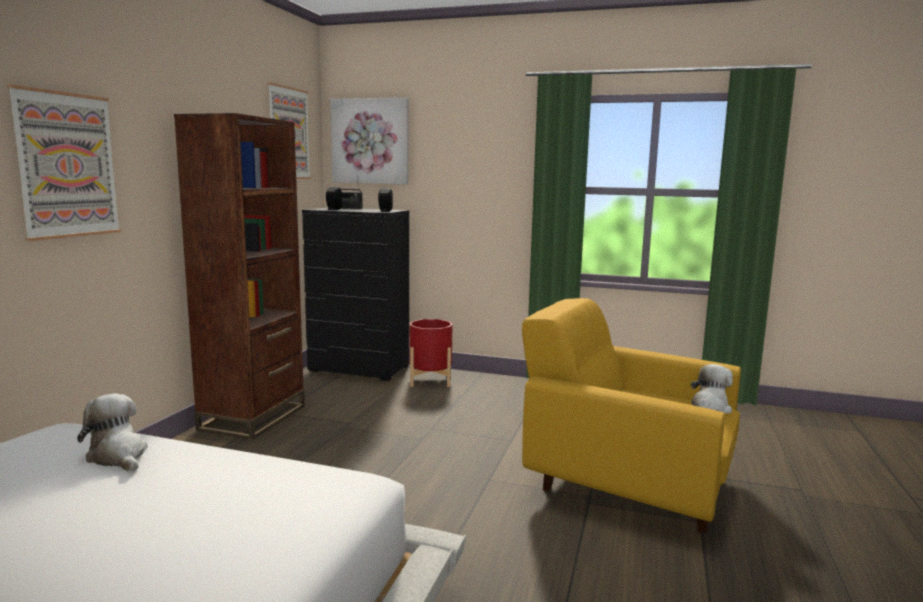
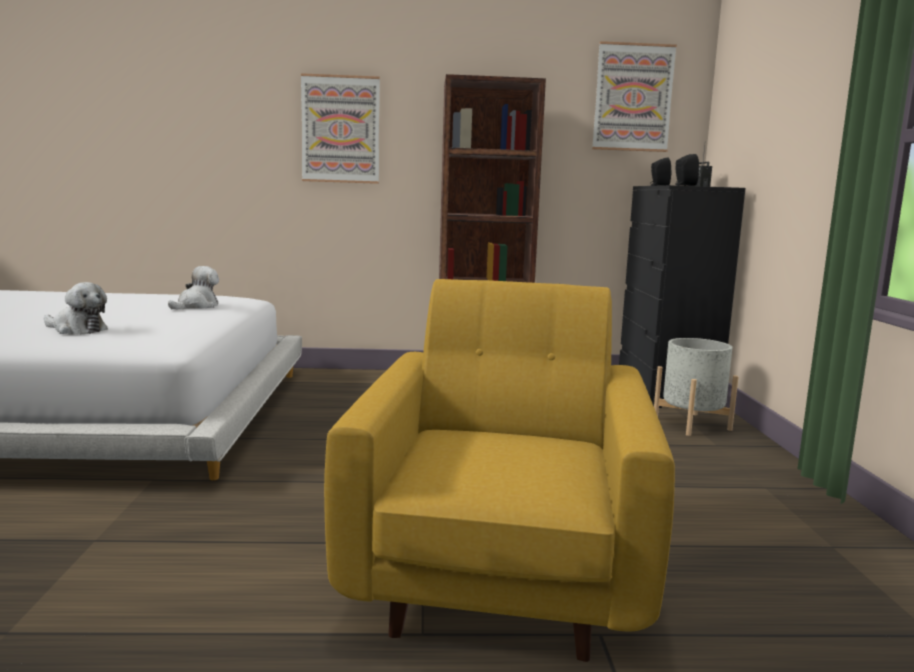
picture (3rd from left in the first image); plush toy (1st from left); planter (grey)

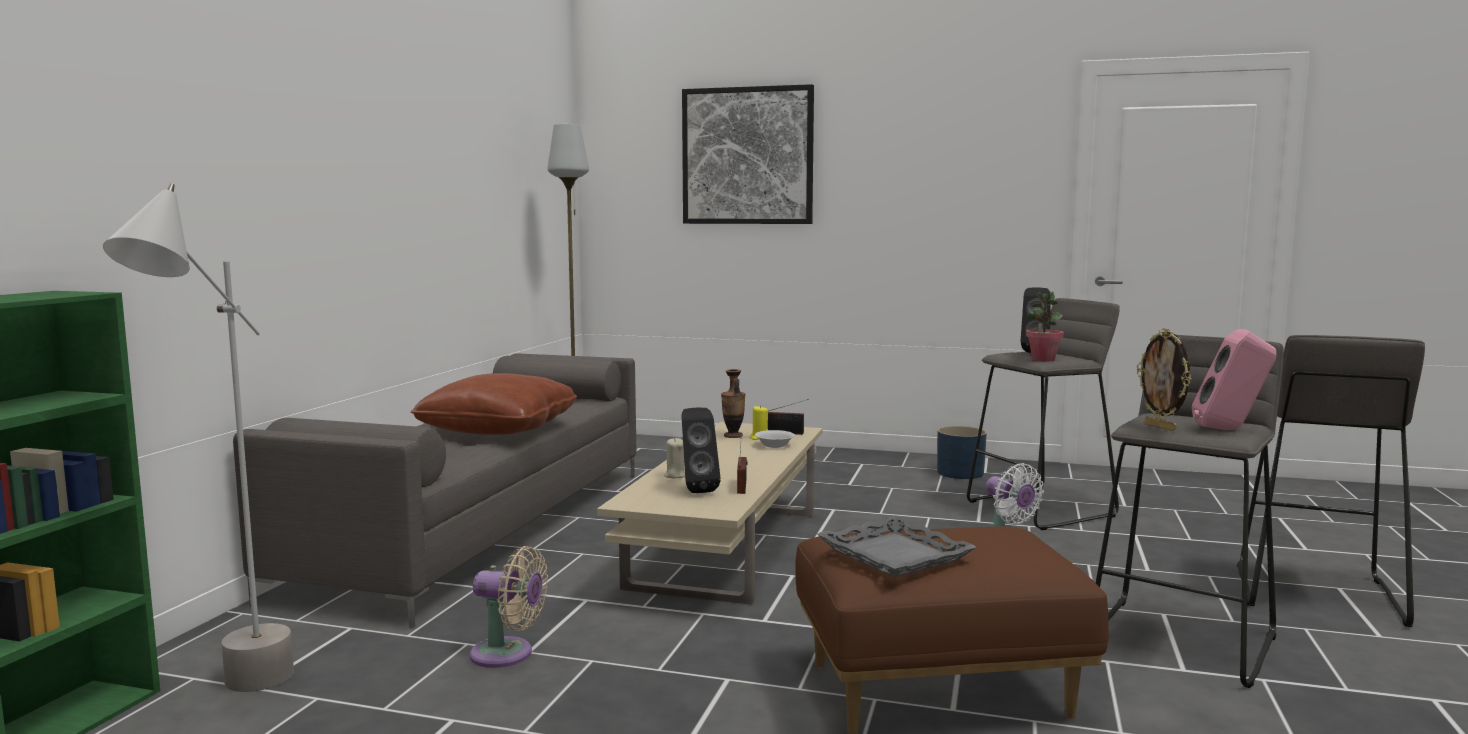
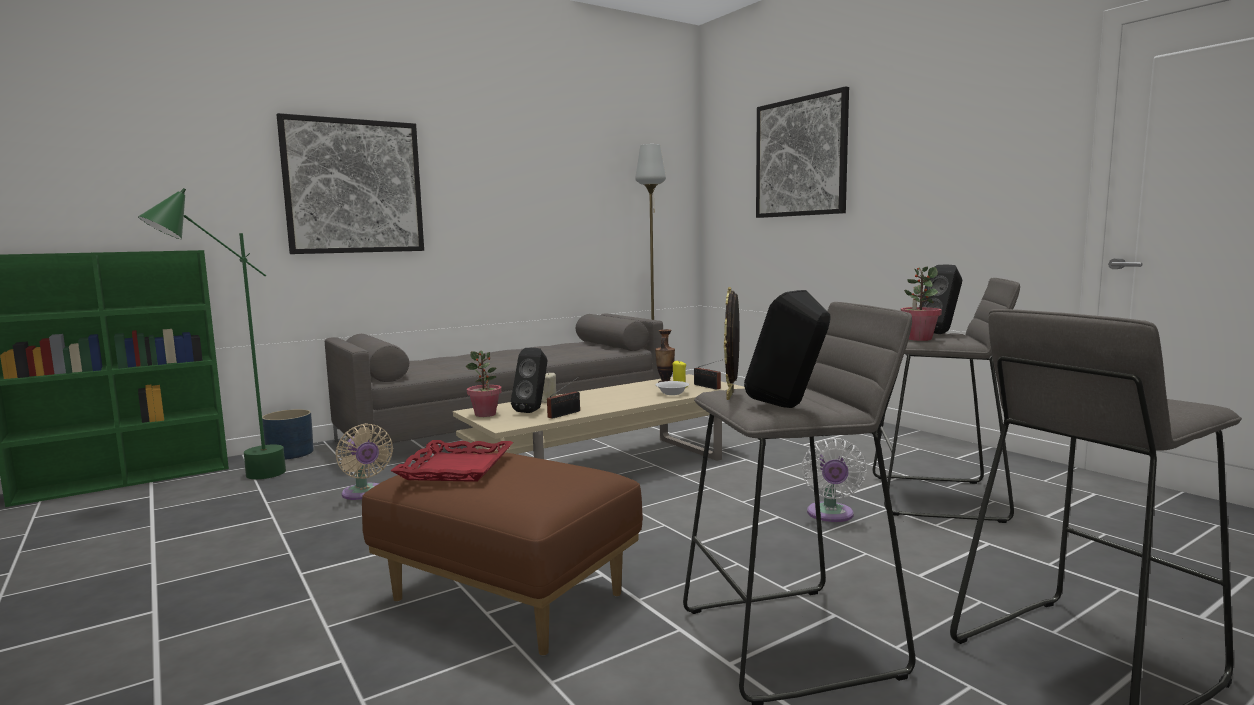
pillow (brown); picture (1st from left); potted plant (1st from left); planter (blue); floor lamp (green); tray (red); speaker (black) (2nd from left)

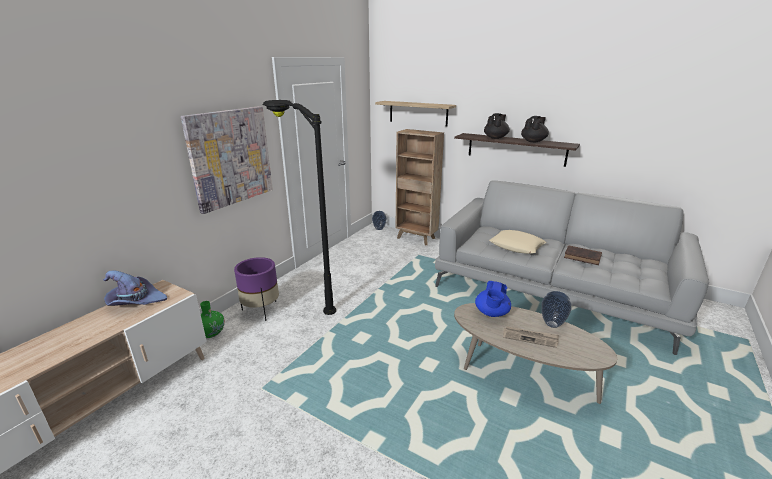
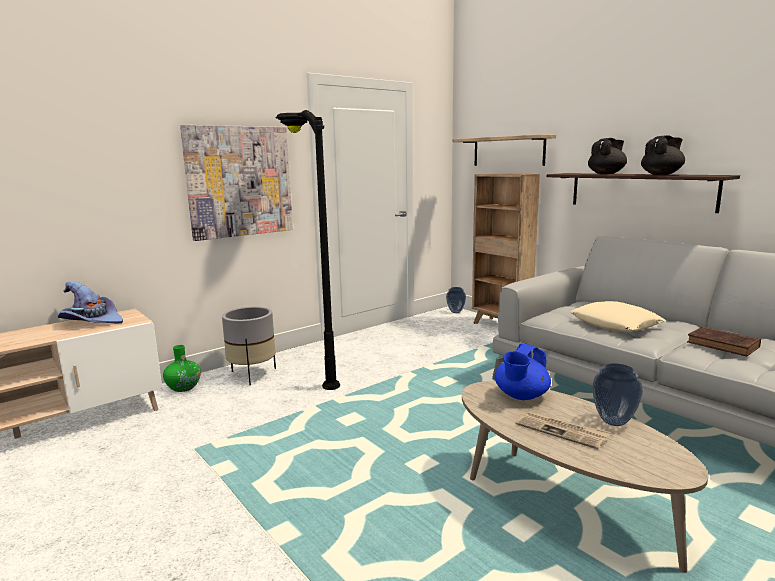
planter (grey)

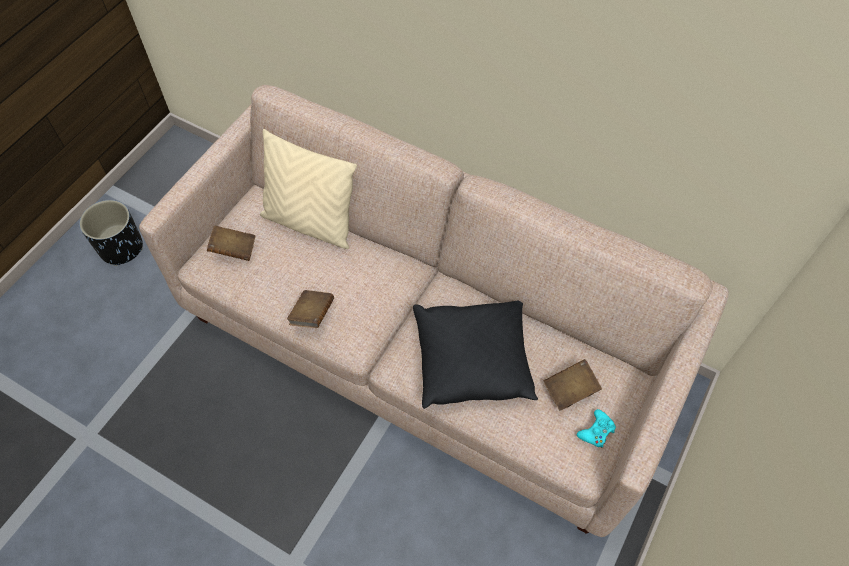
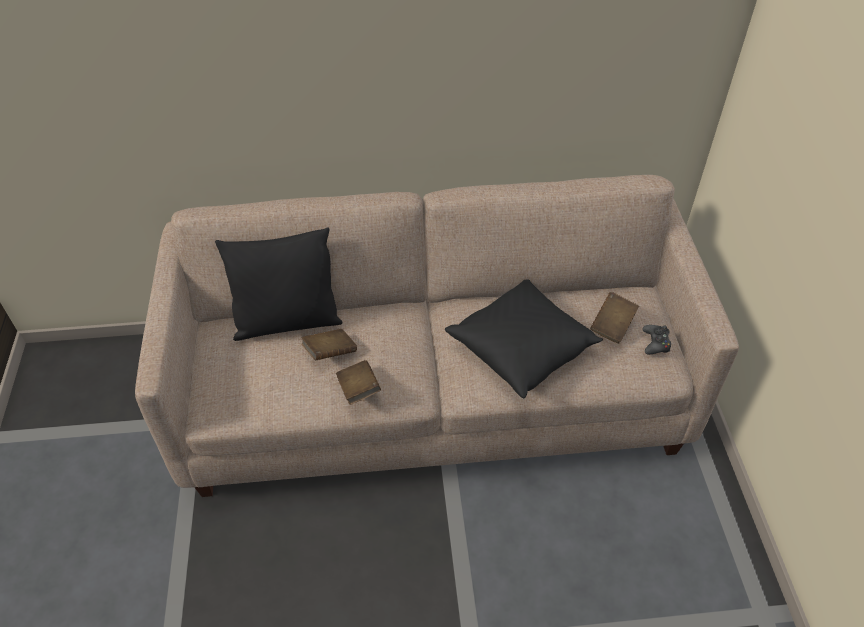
planter (black); book (brown) (1st from left); pillow (black) (1st from left); game controller (black)

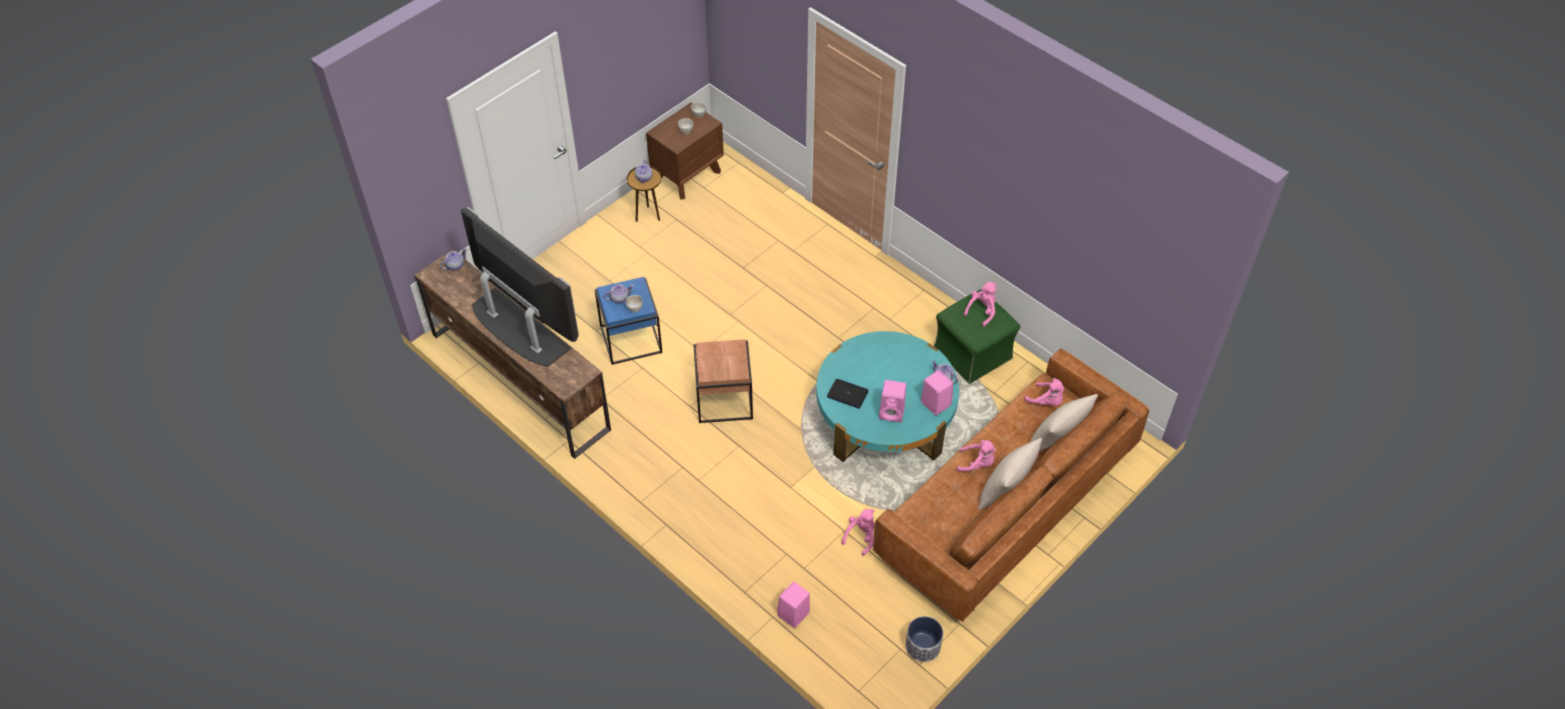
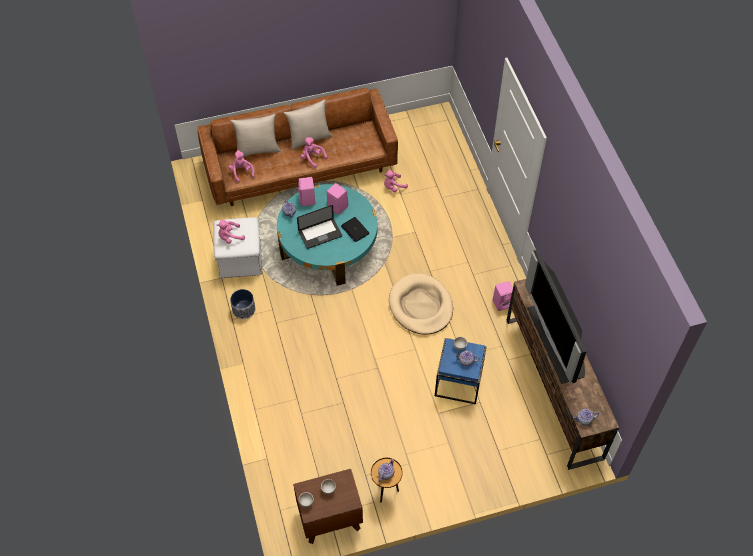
laptop (1st from left); speaker (pink) (3rd from left); planter; dog bed (beige); ottoman (white)

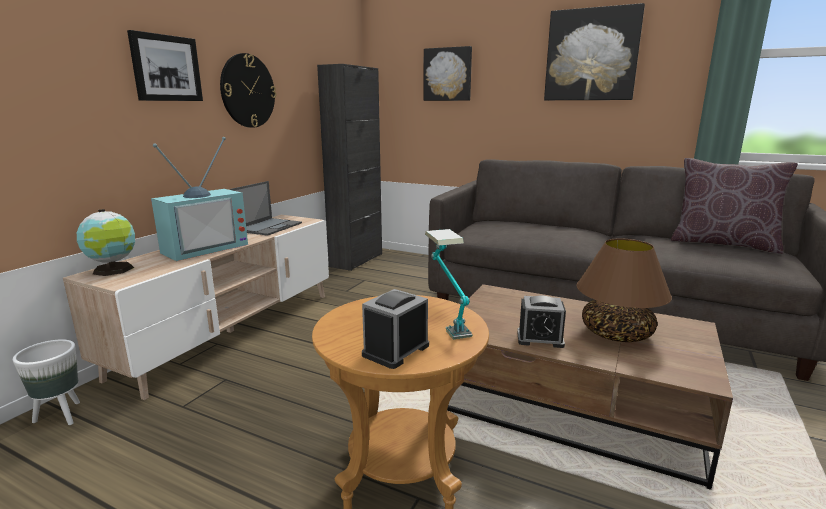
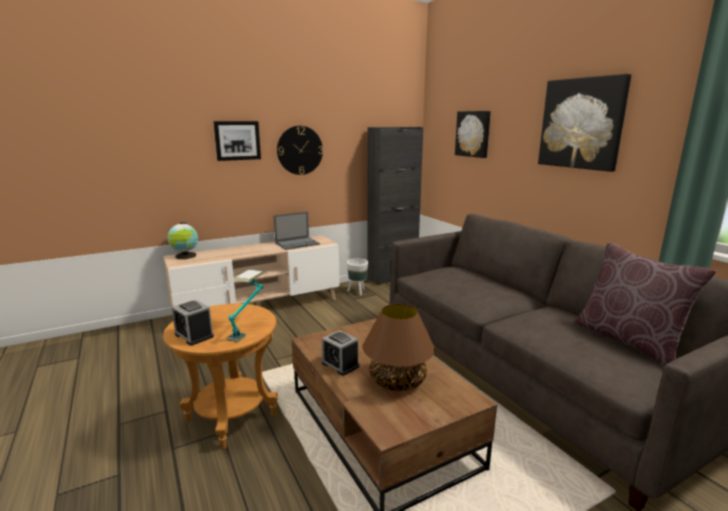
television; planter (white); alarm clock (1st from left)

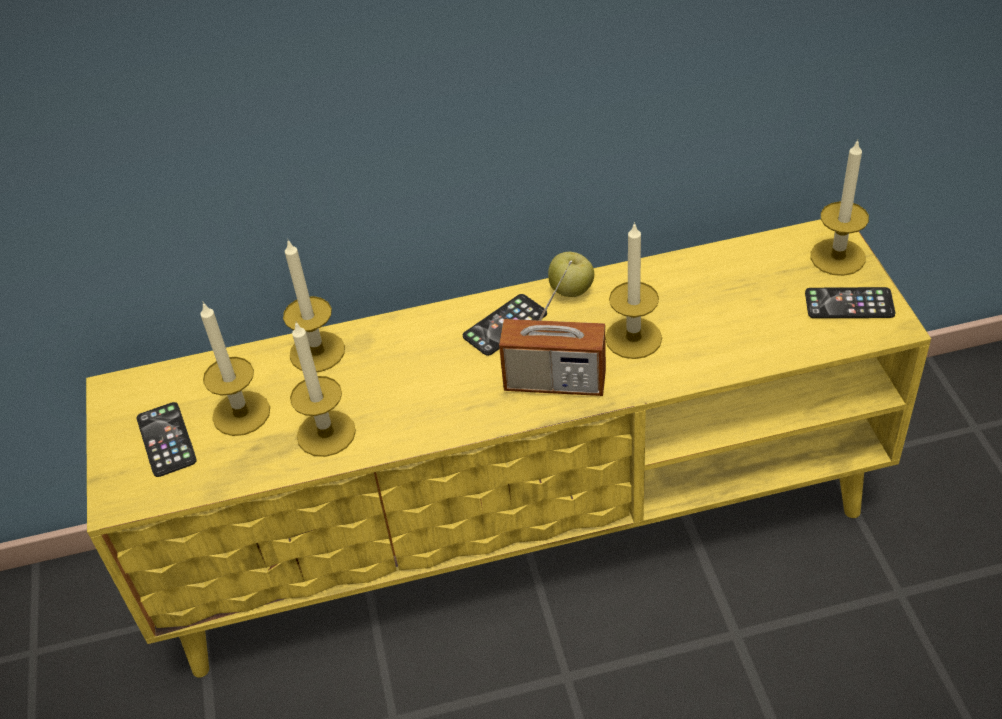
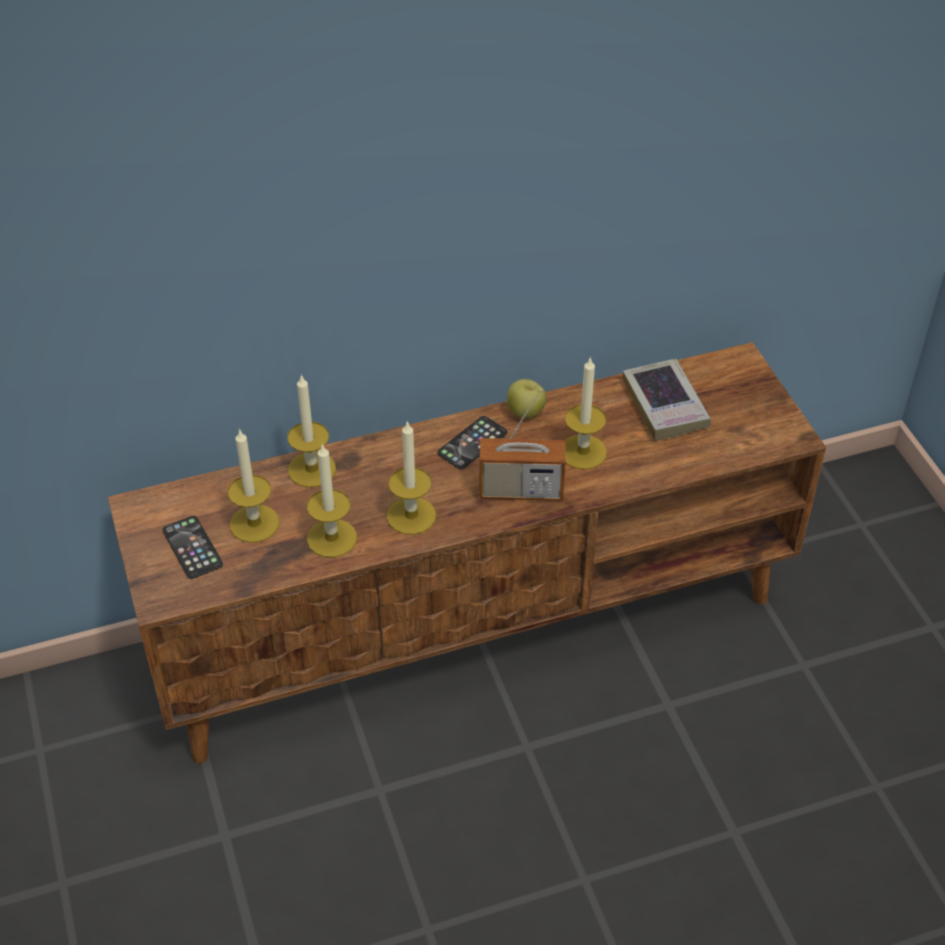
phone (3rd from left in the first image); book; candle (4th from left); tv stand (brown)

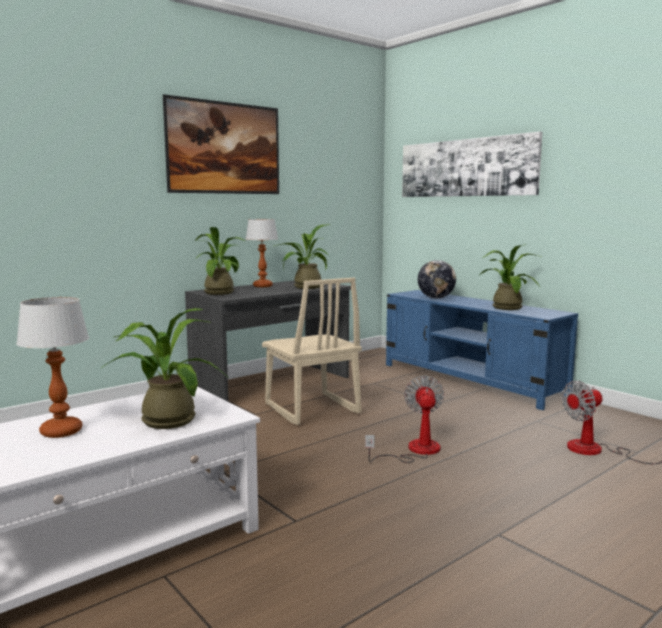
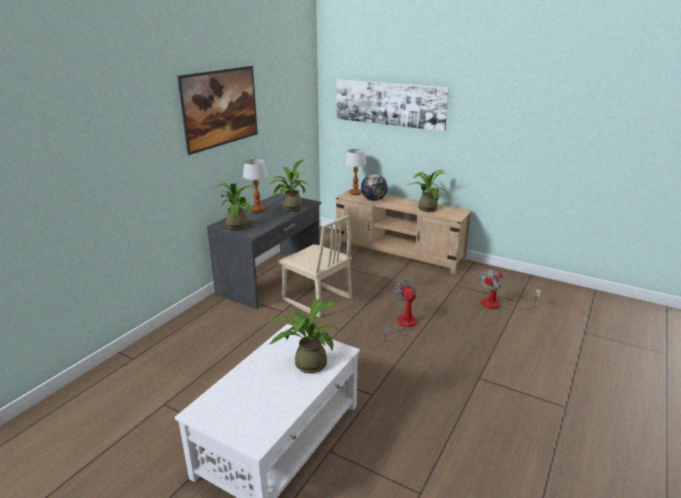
table lamp (2nd from left); tv stand (beige)

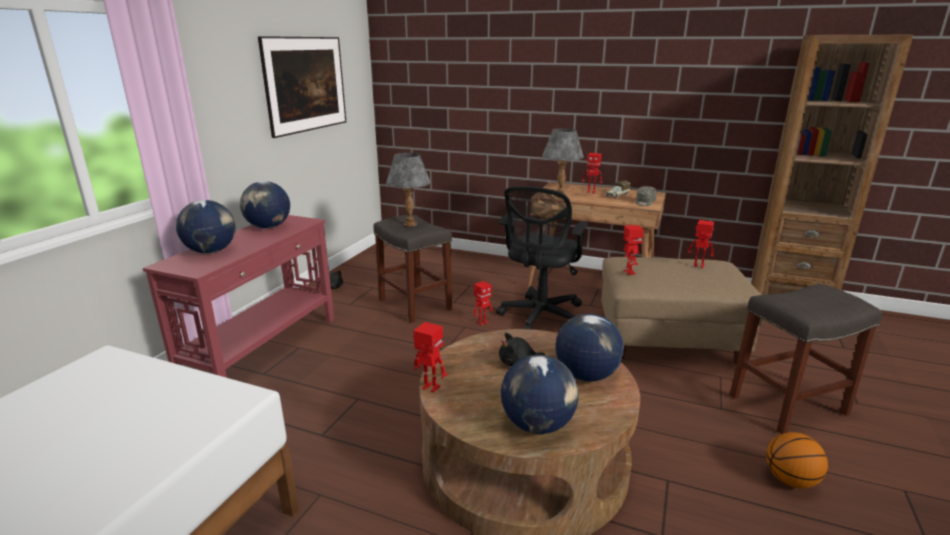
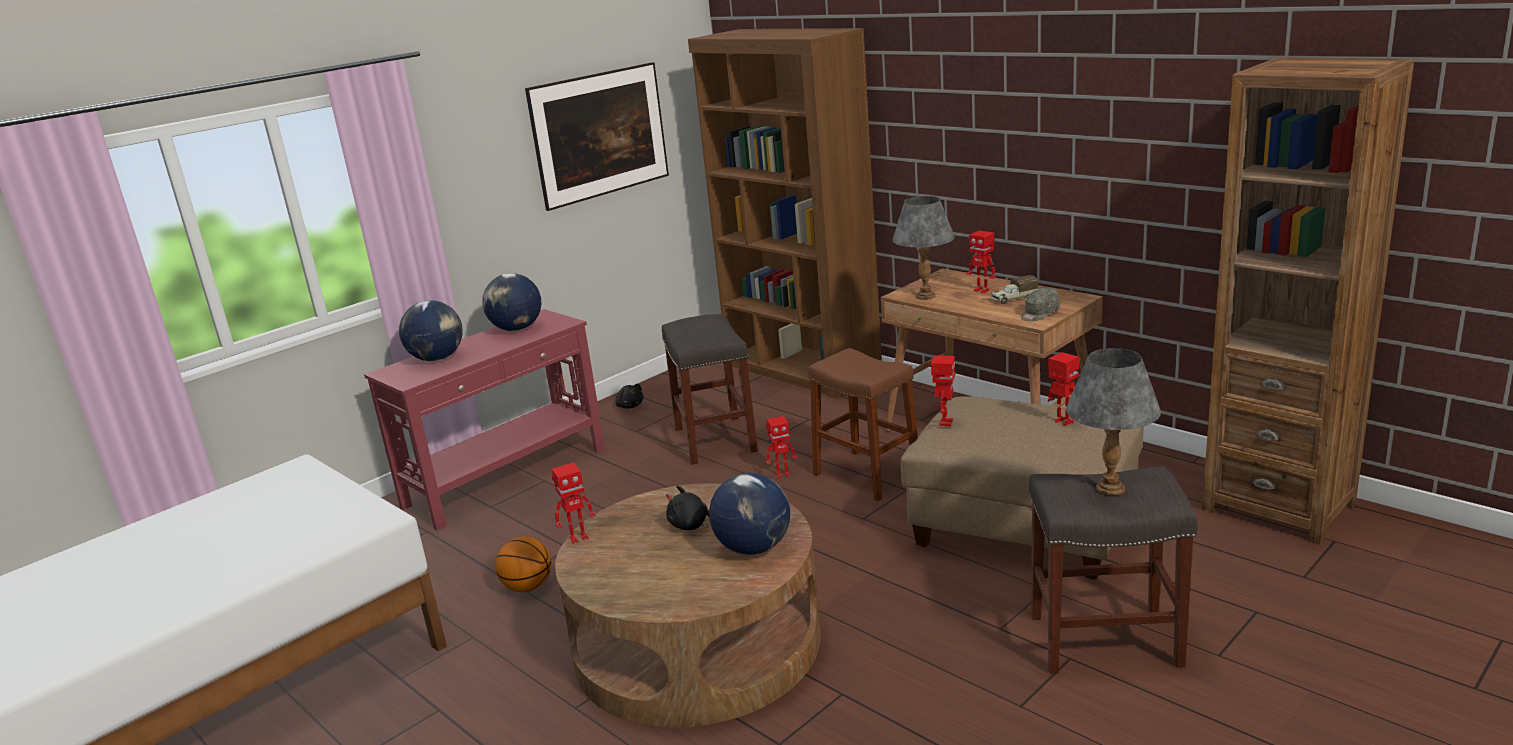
globe (3rd from left in the first image); bookcase (brown) (1st from left); table lamp (grey) (2nd from left); basketball; stool (brown); toy robot (1st from left)

